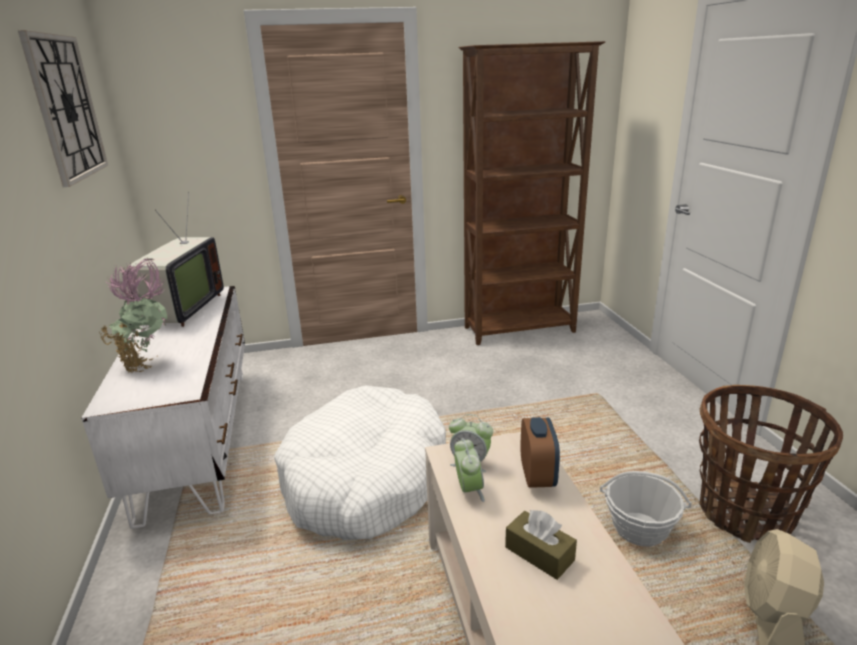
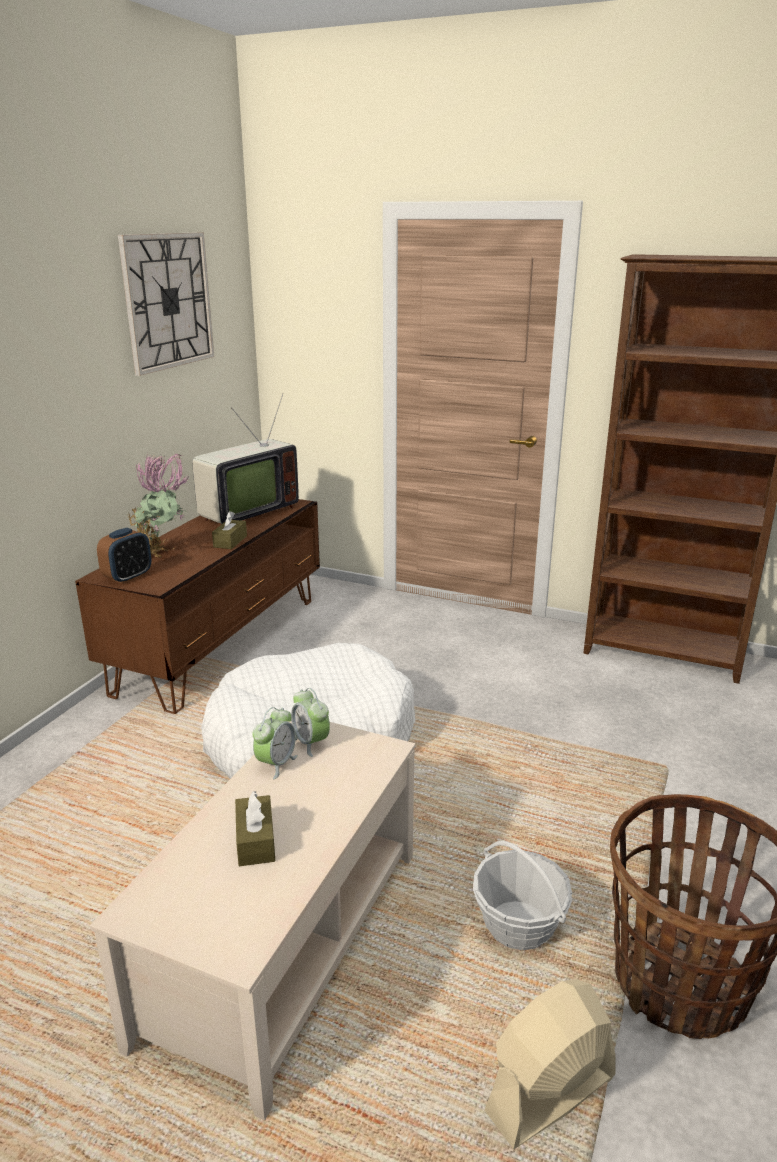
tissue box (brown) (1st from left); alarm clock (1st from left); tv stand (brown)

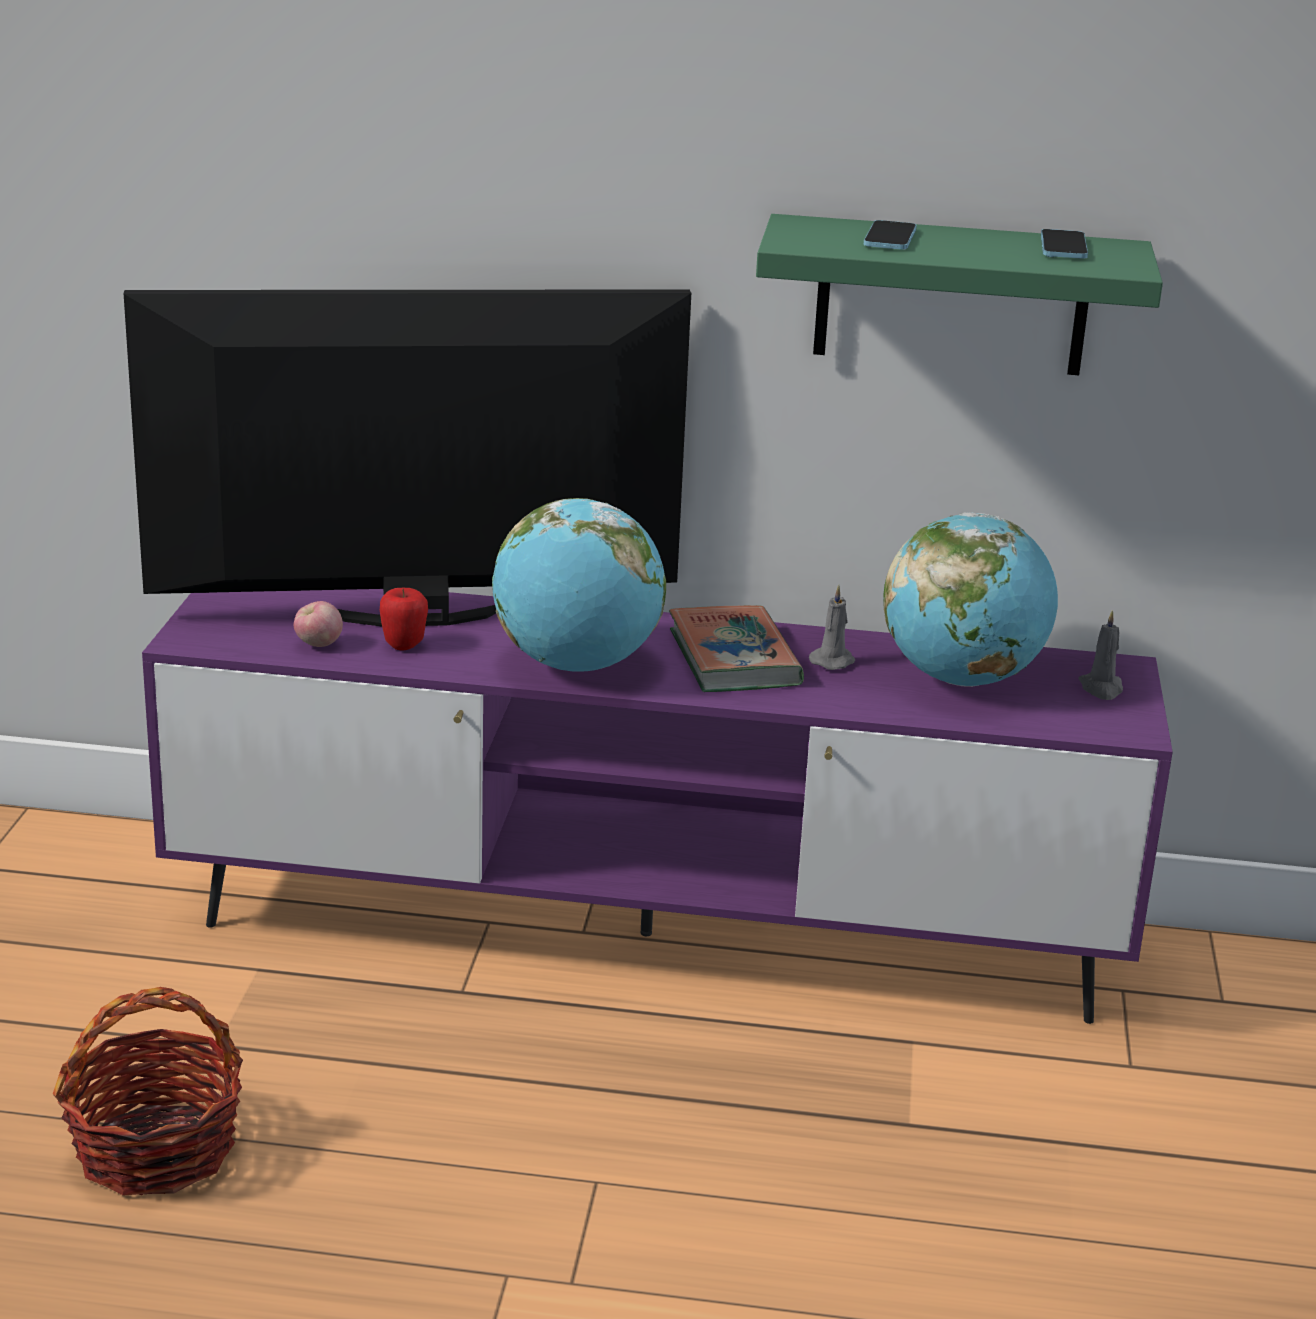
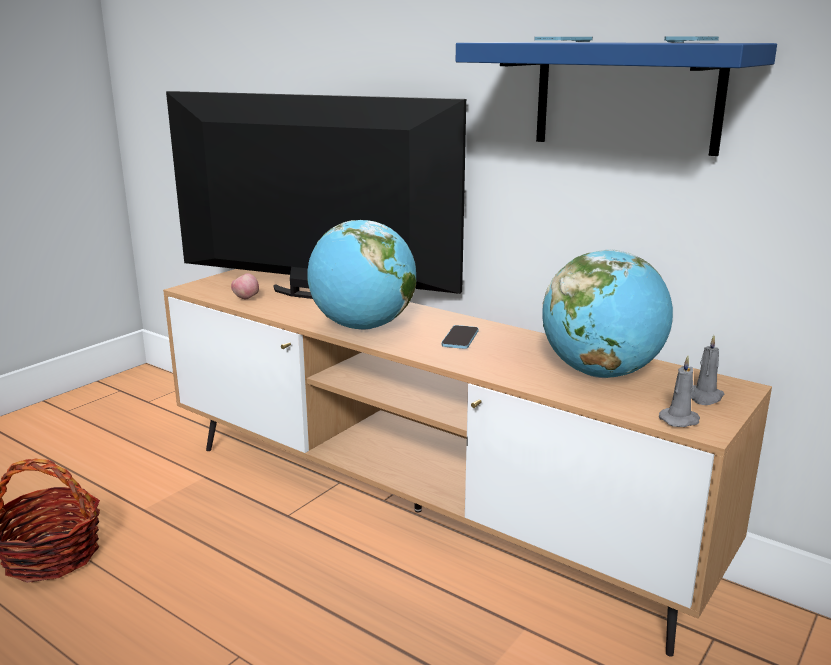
apple (2nd from left in the first image); candle (grey) (1st from left); phone (1st from left); tv stand (brown); shelf (blue)

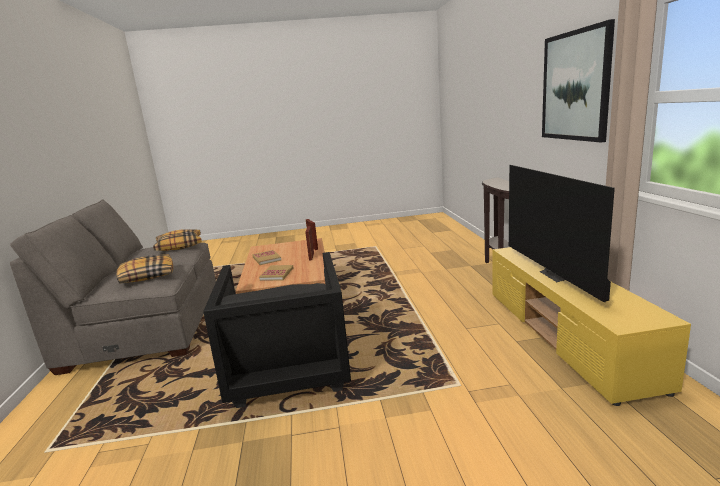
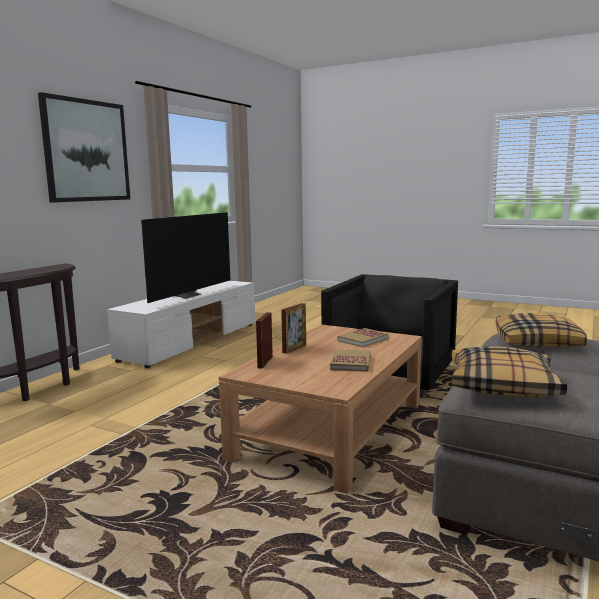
tv stand (white)

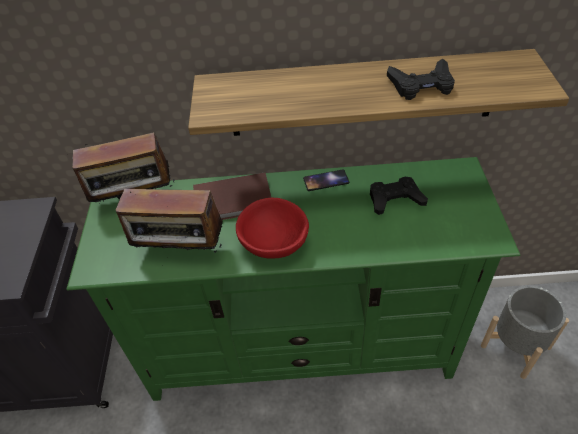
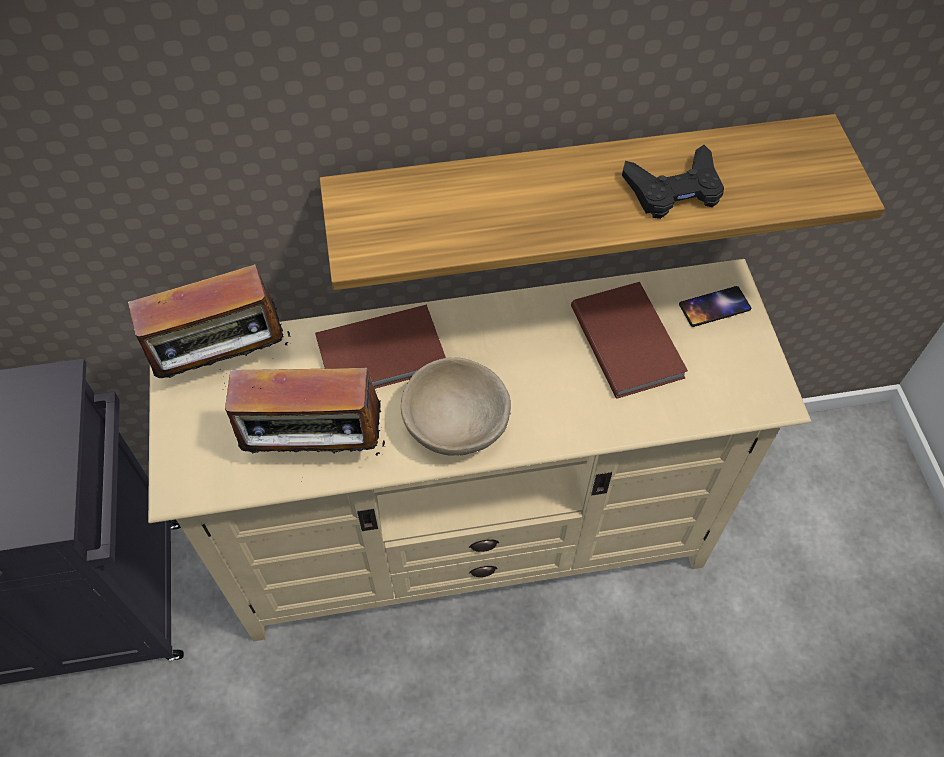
planter (grey); phone; book (brown) (2nd from left); tv stand (beige); bowl (beige)

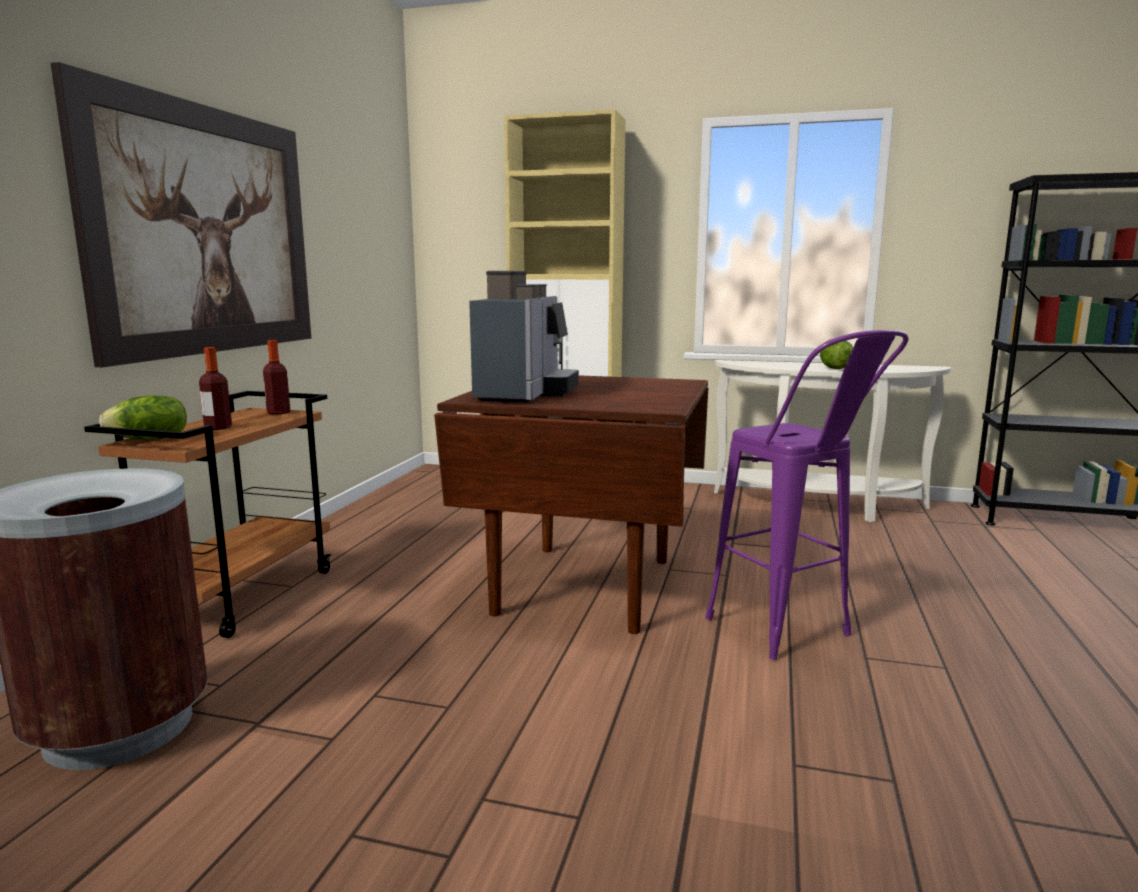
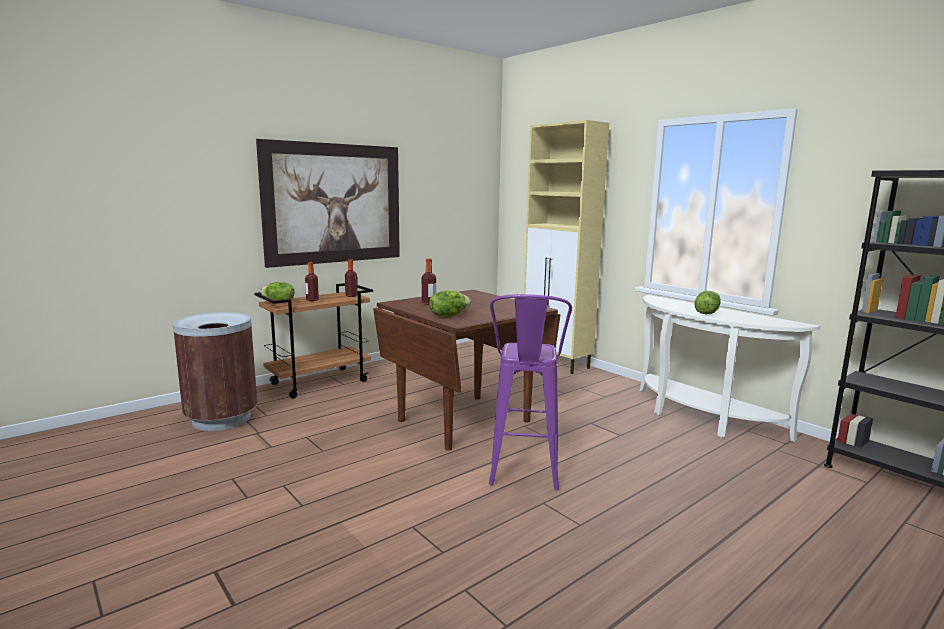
lettuce (2nd from left); bottle (3rd from left)

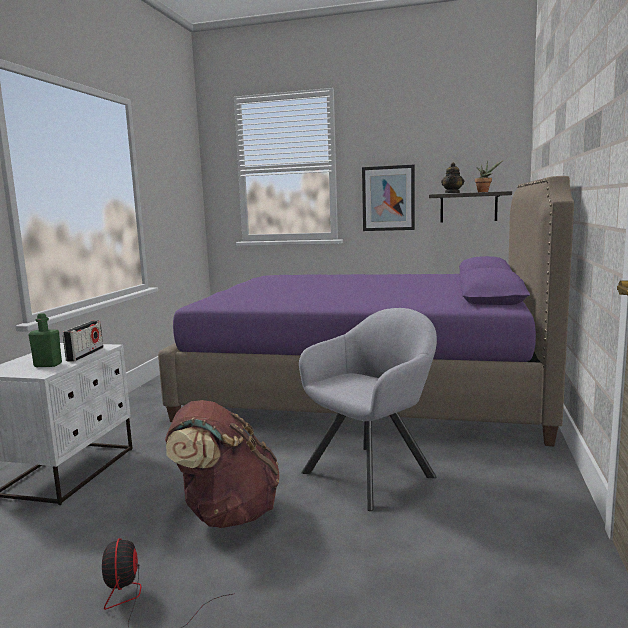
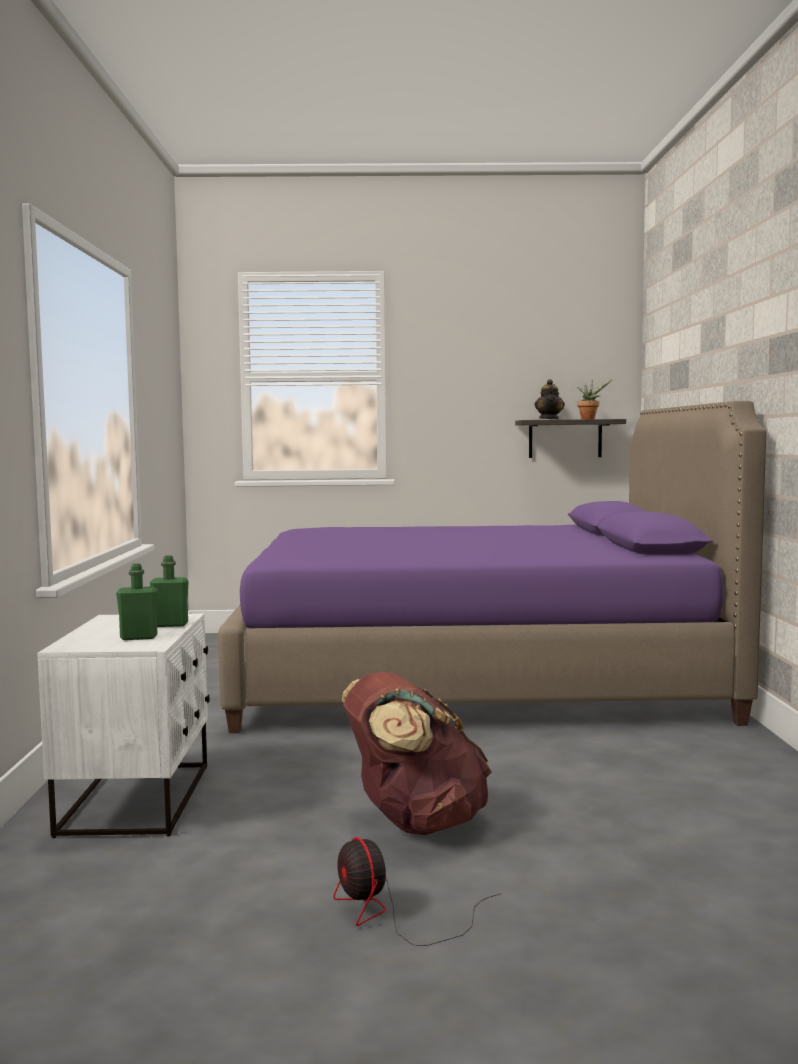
armchair (grey); picture; bottle (green) (2nd from left)

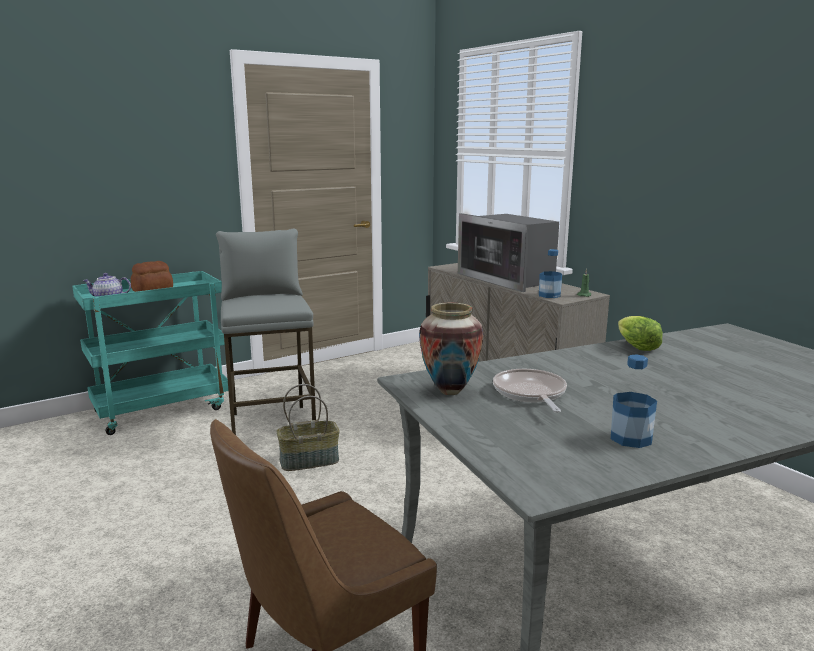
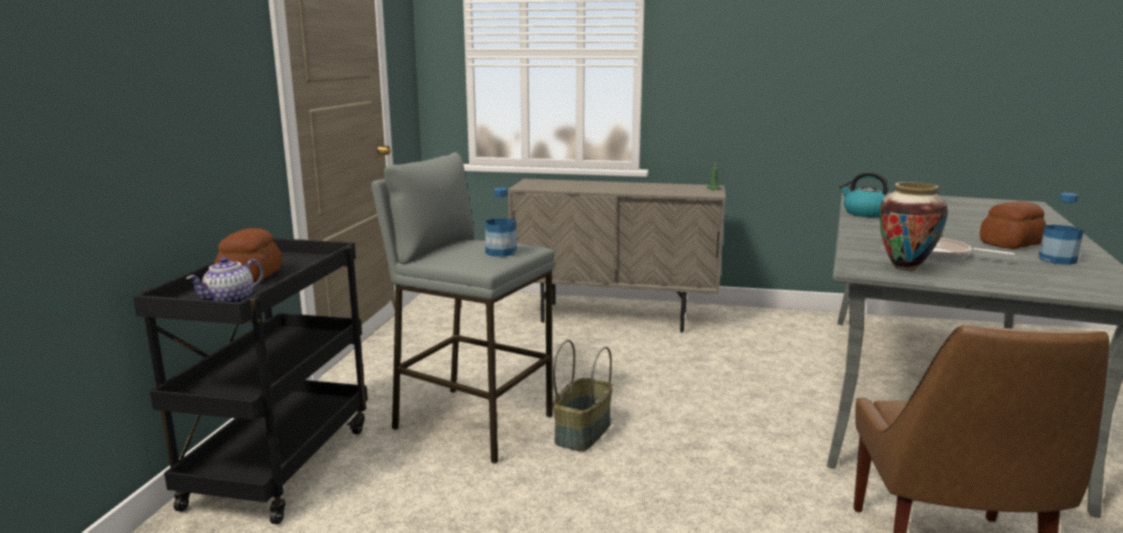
microwave; bread (2nd from left); bottle (1st from left); kettle; cart (black)

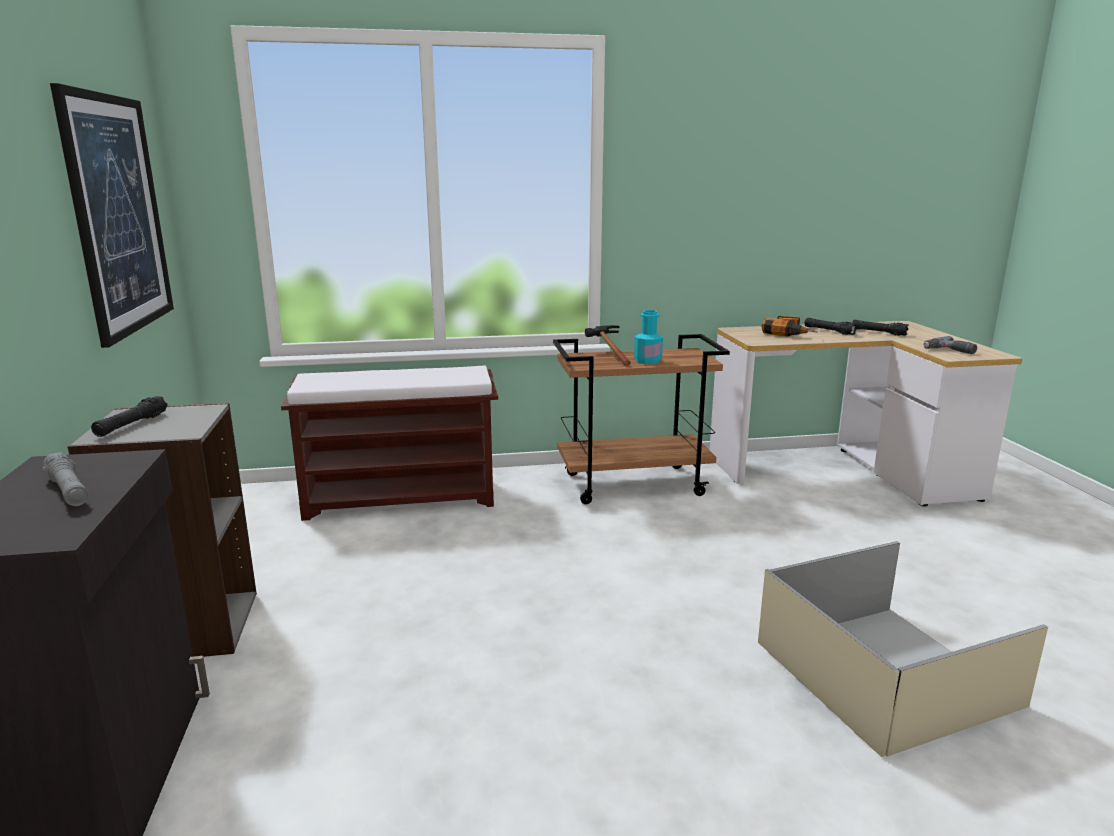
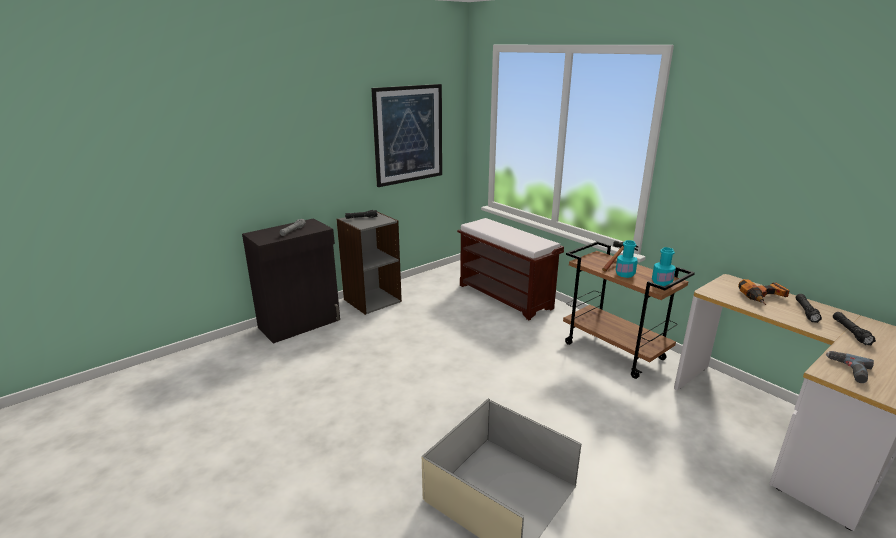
bottle (turquoise) (2nd from left)

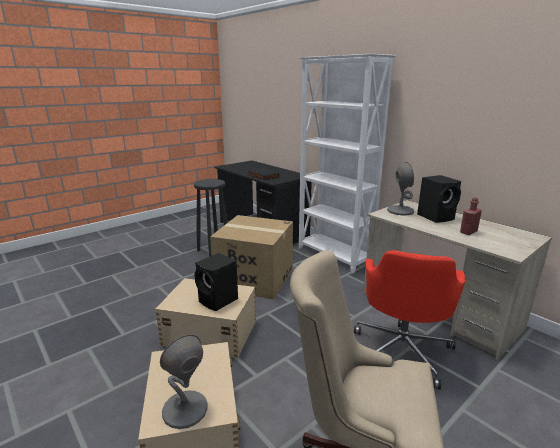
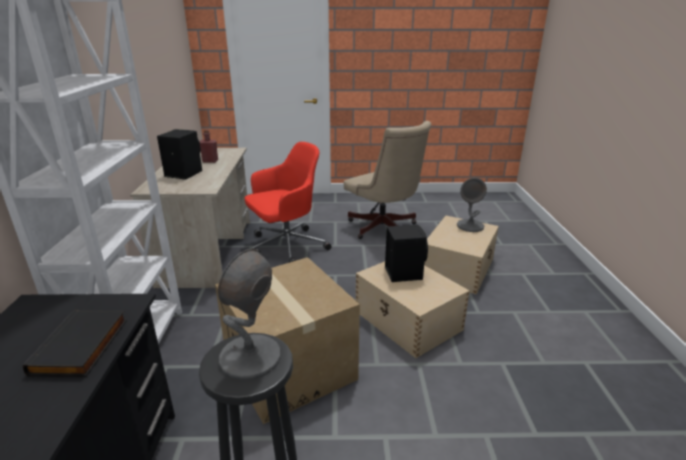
table lamp (grey) (1st from left)

